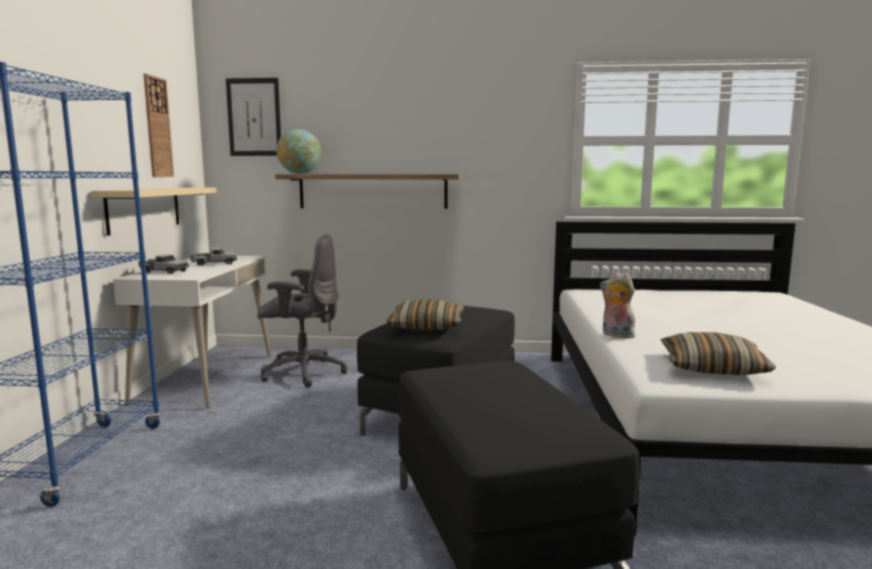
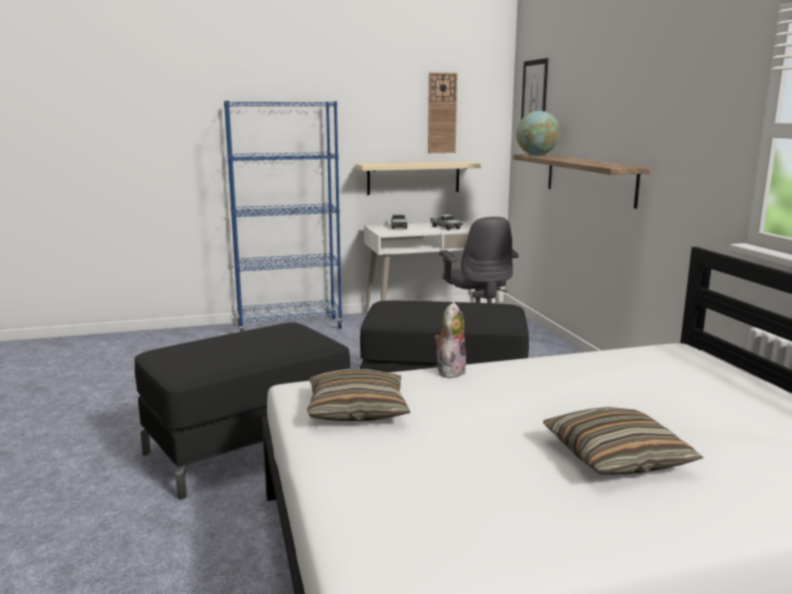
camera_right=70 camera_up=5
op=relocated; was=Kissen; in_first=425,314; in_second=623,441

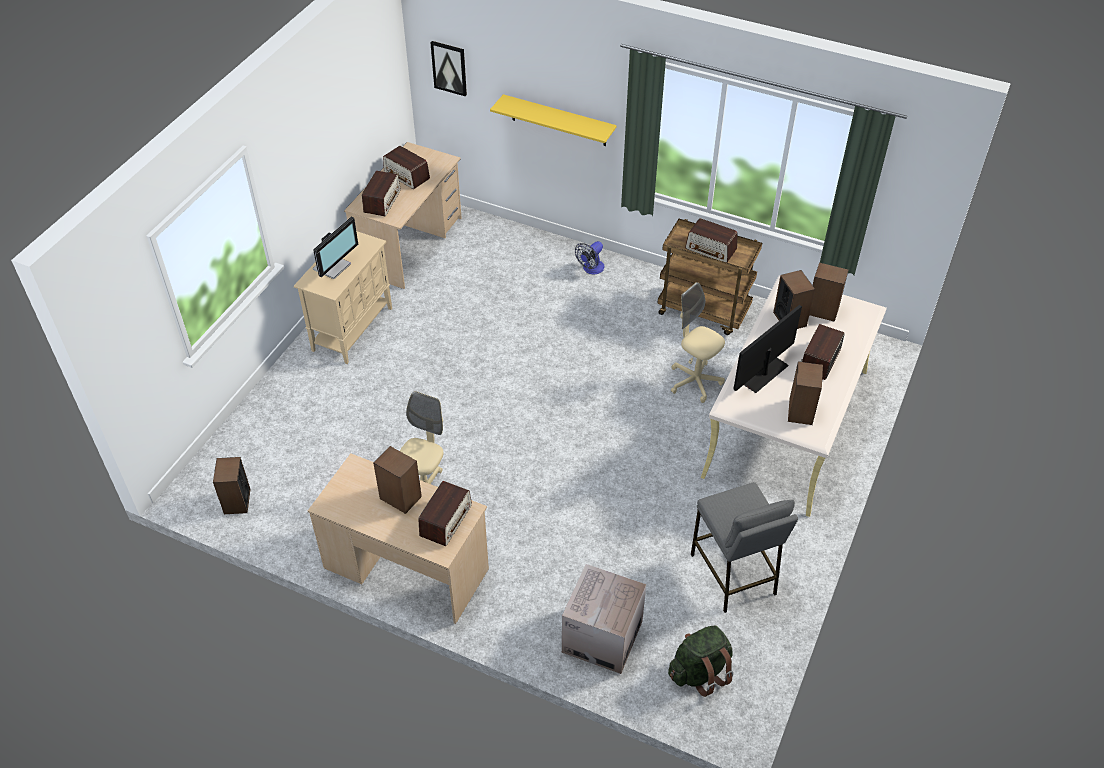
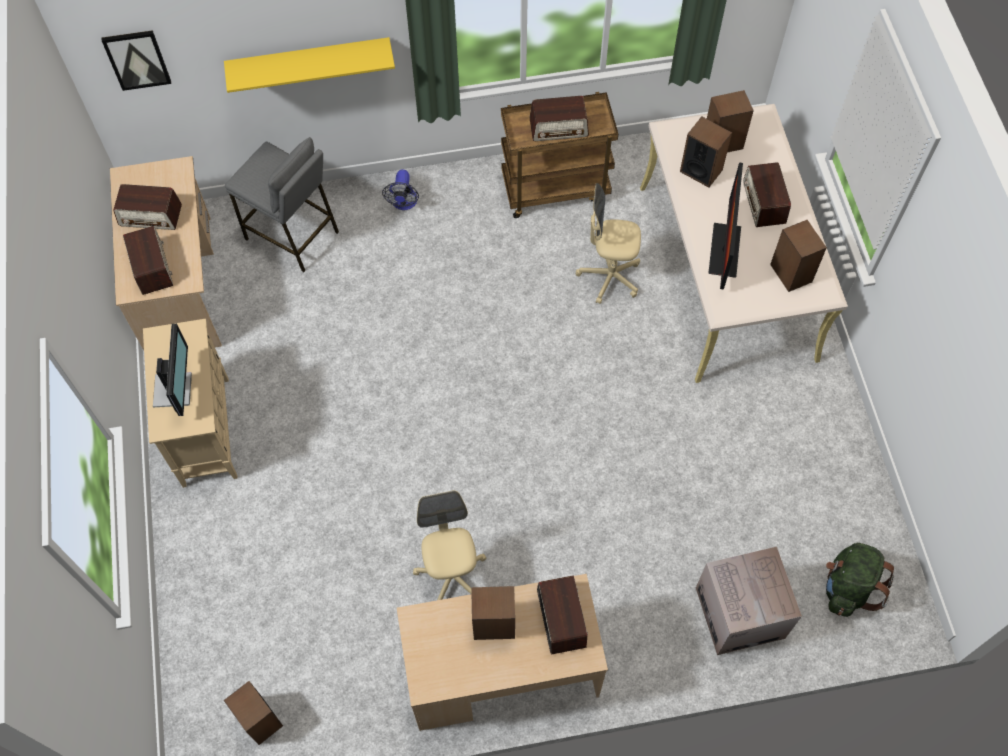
camera_right=-35 camera_up=15
op=relocated; was=Hocker [grau]; in_first=744,547; in_second=282,204

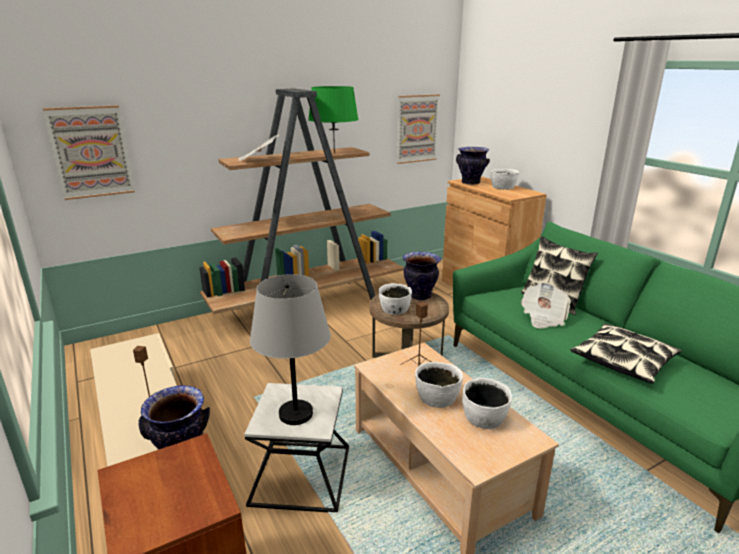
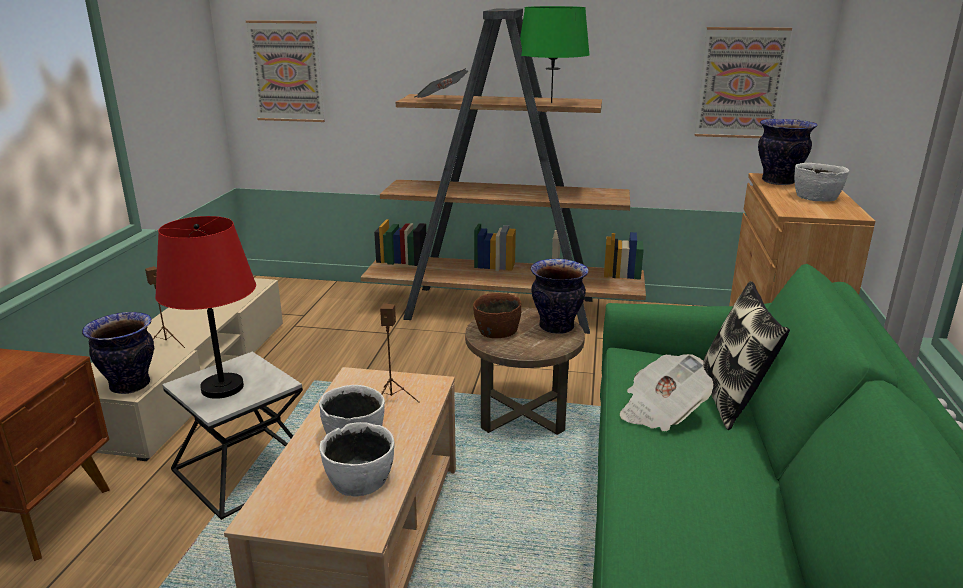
camera_right=40 camera_up=0
op=colour; was=Tischlampe [grau]; now=Tischlampe [rot]; in_first=290,349; in_second=205,307
op=colour; was=Schüssel [weiß]; now=Schüssel [braun]; in_first=395,299; in_second=497,315
op=missing; was=Kissen; in_first=625,353

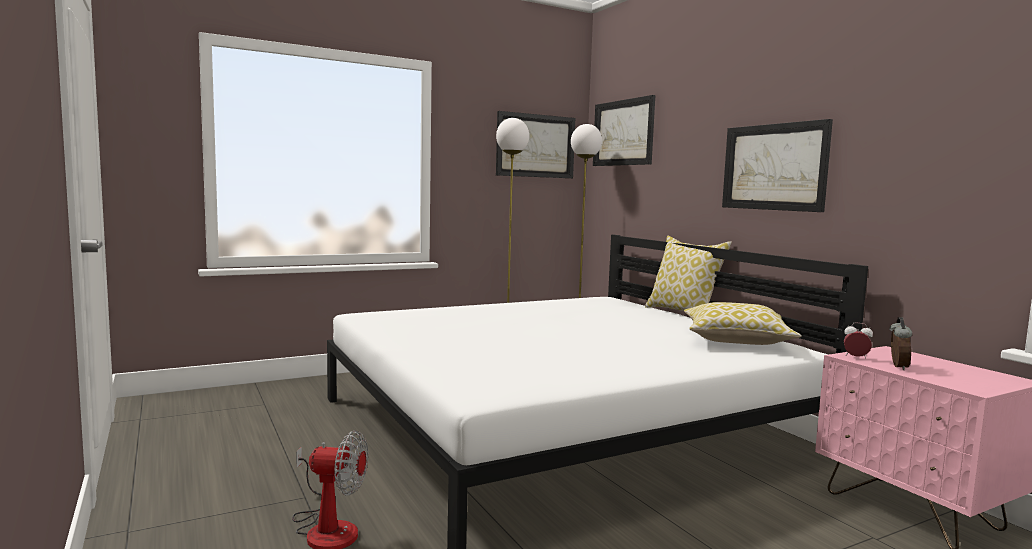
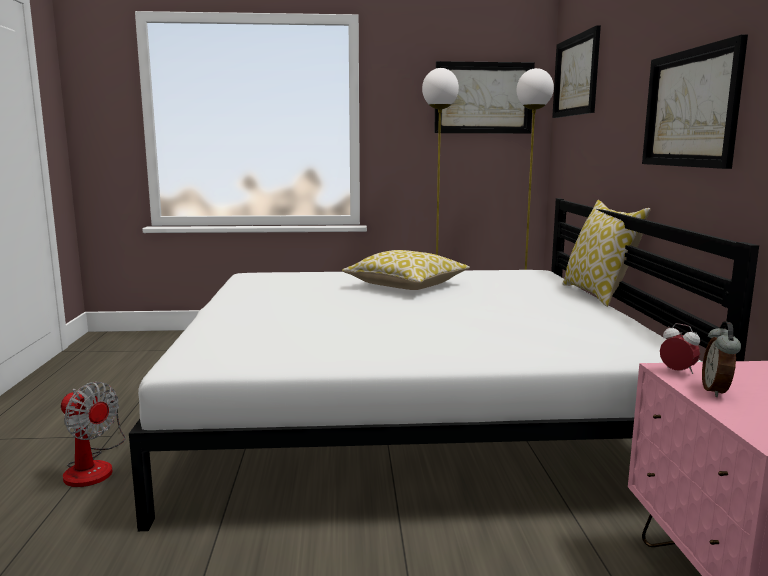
camera_right=25 camera_up=5
op=relocated; was=Kissen; in_first=743,323; in_second=406,270
op=spun; was=Wecker; in_first=901,343; in_second=721,359; clockwise=150

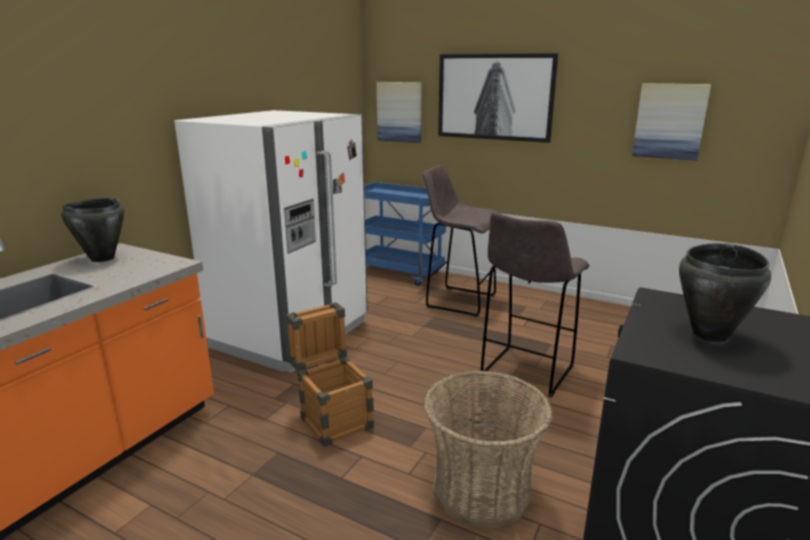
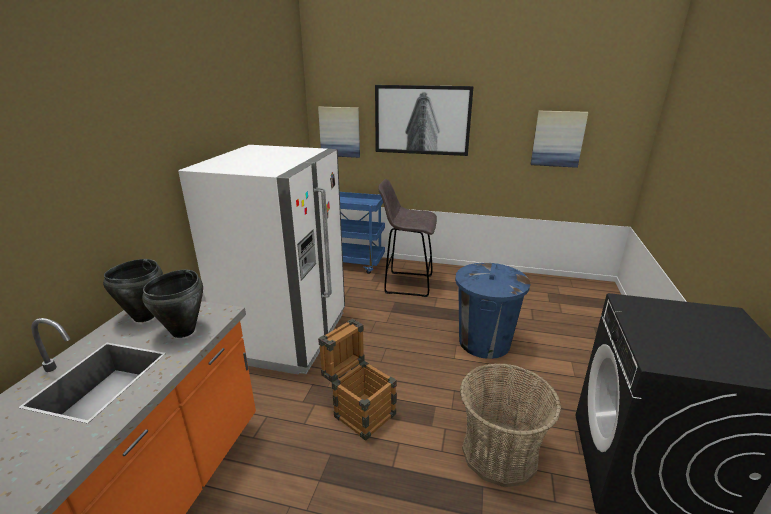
camera_right=-15 camera_up=5
op=exchanged; was=Hocker [grau]; now=Mülleimer [blau]; in_first=535,305; in_second=492,311
op=relocated; was=Kochtopf [schwarz]; in_first=725,292; in_second=172,304

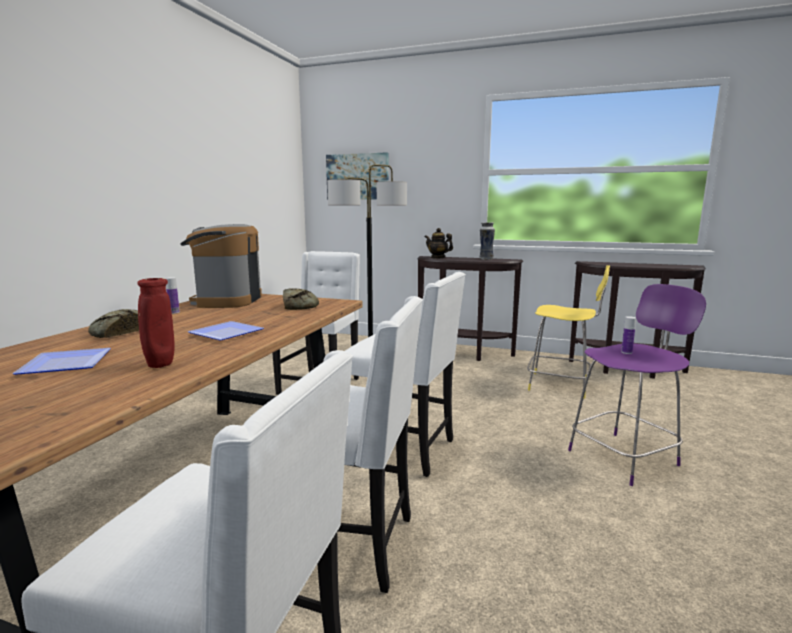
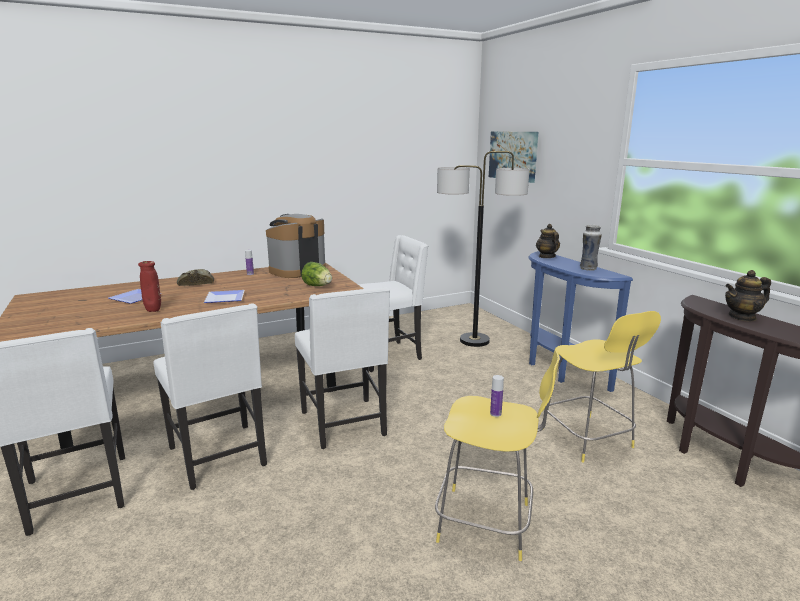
camera_right=45 camera_up=5
op=exchanged; was=Brot; now=Salatkopf; in_first=301,299; in_second=316,274
op=colour; was=Konsolentisch [braun]; now=Konsolentisch [blau]; in_first=471,308; in_second=580,321
op=colour; was=Hocker [lila]; now=Hocker [gelb]; in_first=637,385; in_second=497,455
op=appeared; now=Teekanne; in_second=748,295

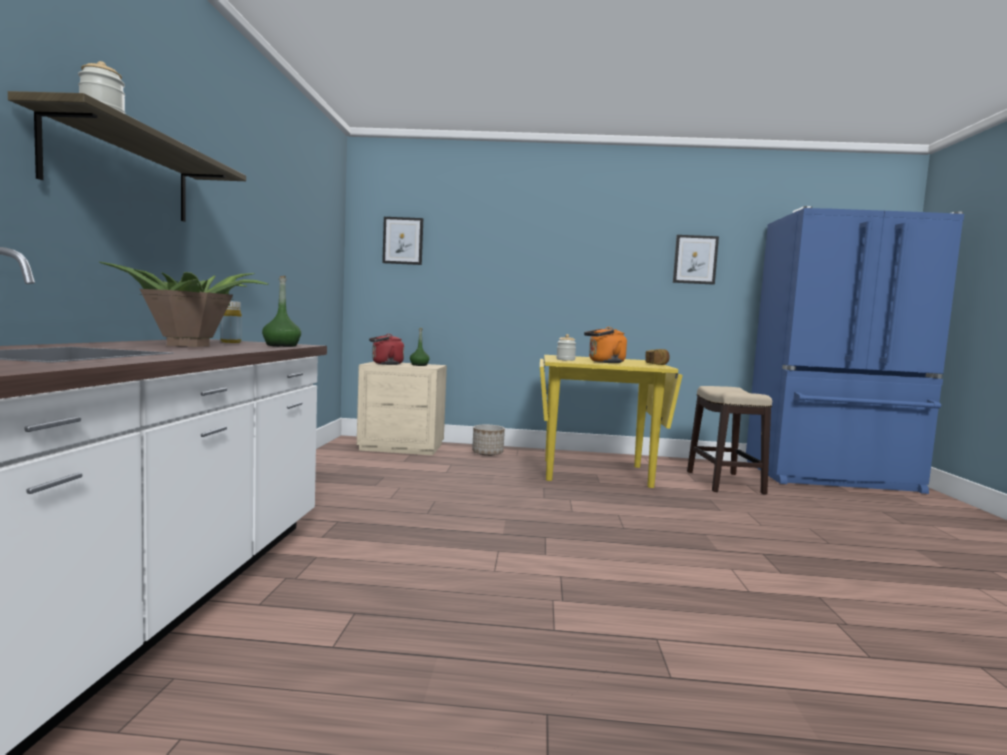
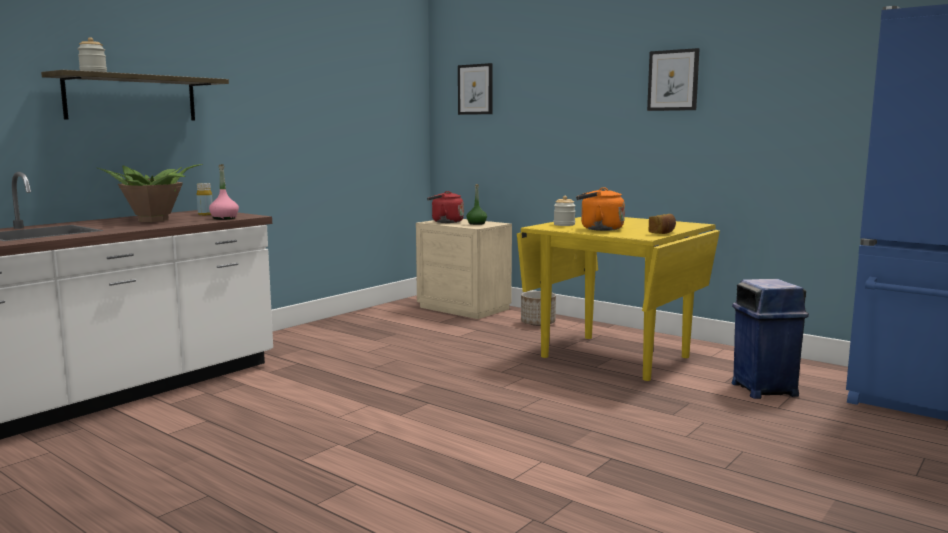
camera_right=35 camera_up=5
op=colour; was=Flasche [grün]; now=Flasche [rosa]; in_first=281,311; in_second=224,192
op=relocated; was=Bild; in_first=696,260; in_second=673,79
op=exchanged; was=Hocker; now=Mülleimer [blau]; in_first=729,440; in_second=770,339

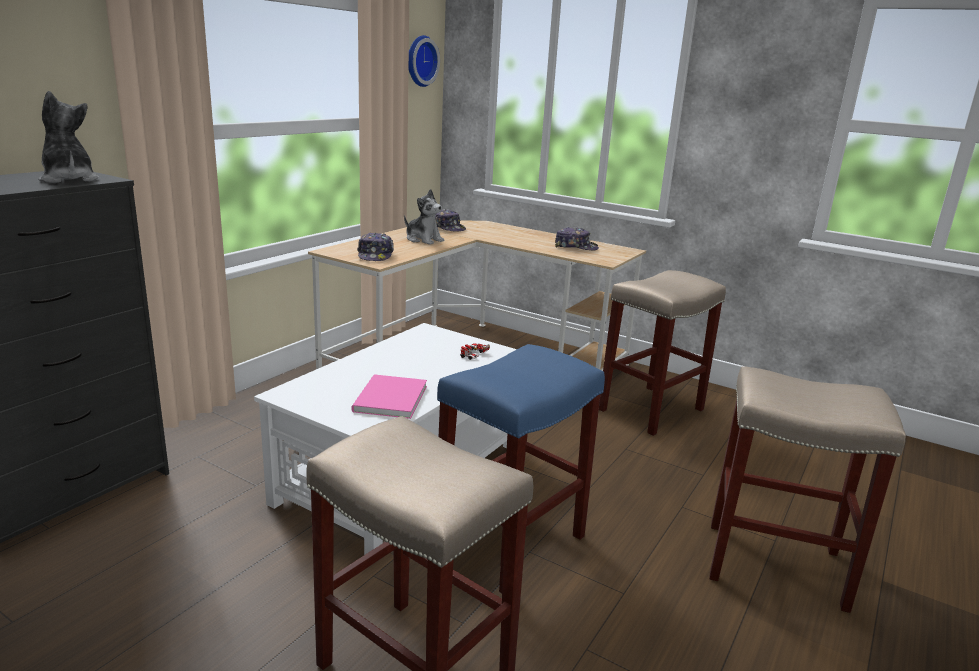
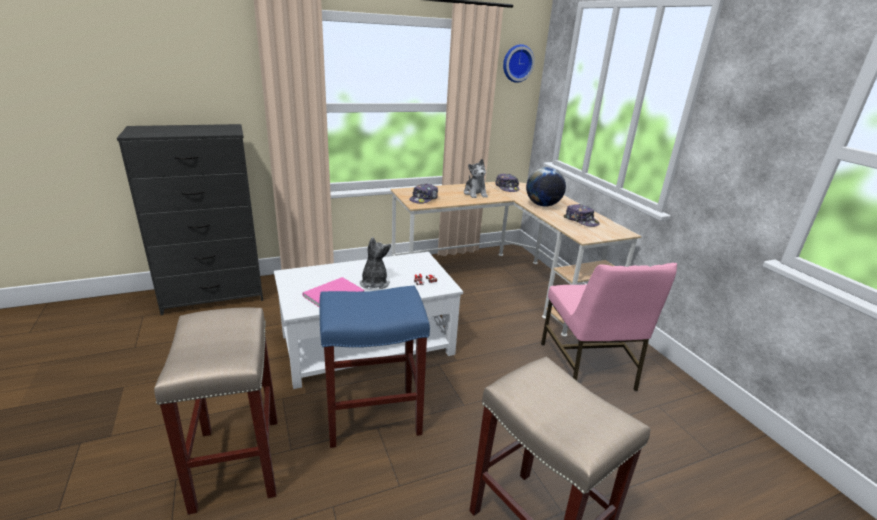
camera_right=35 camera_up=5
op=relocated; was=Plüschtier; in_first=68,137; in_second=375,263
op=exchanged; was=Hocker [beige]; now=Stuhl [rosa]; in_first=662,353; in_second=609,327
op=appeared; now=Globus; in_second=546,187

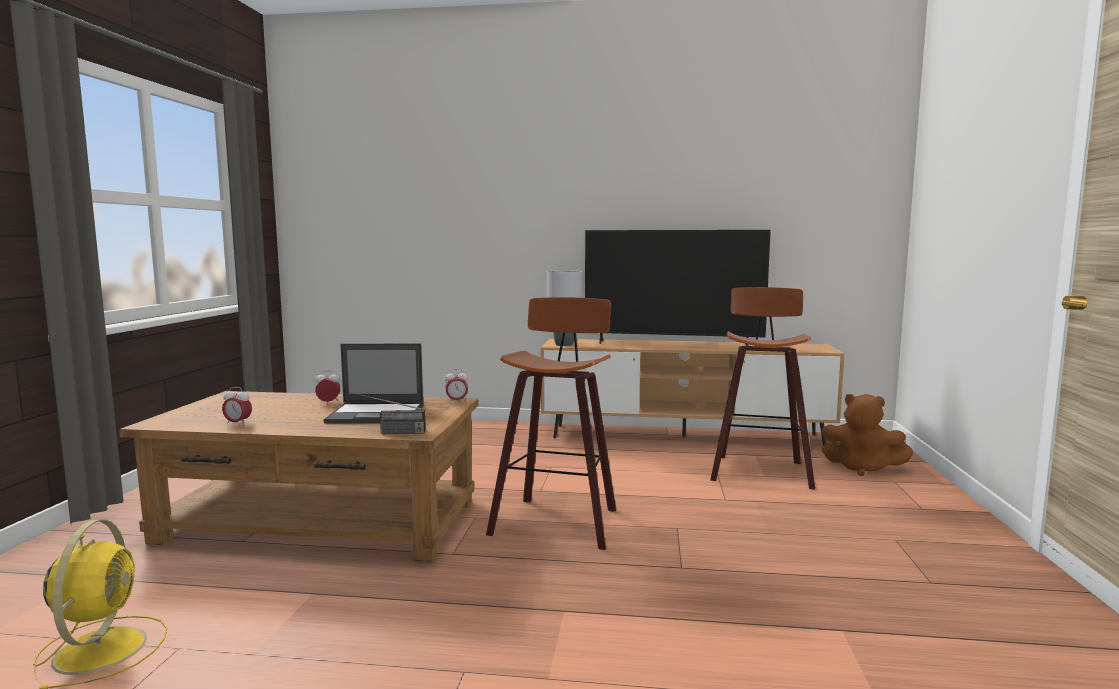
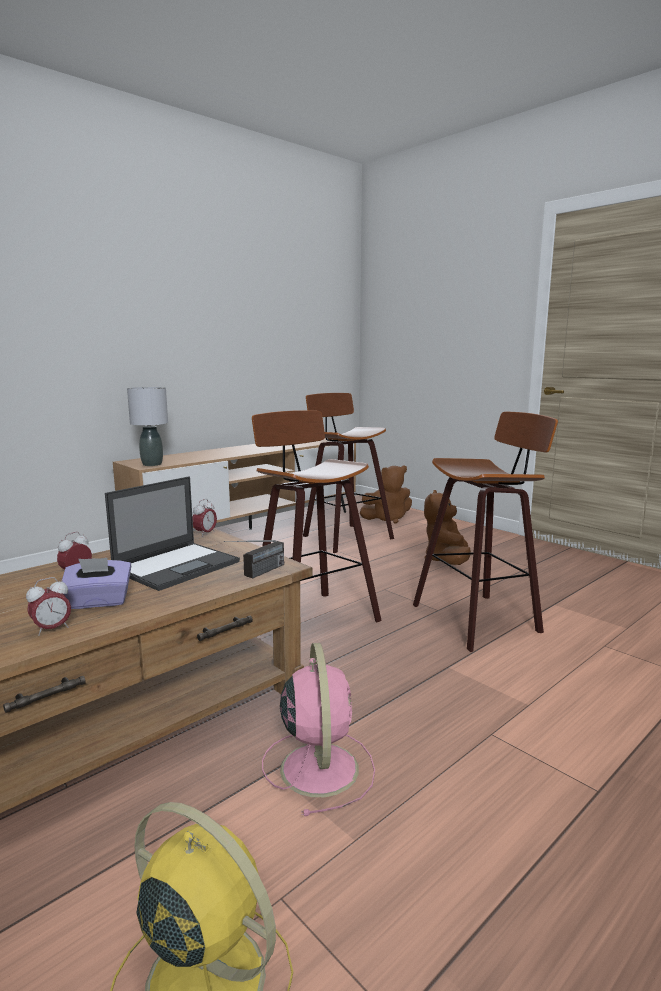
camera_right=-50 camera_up=5
op=missing; was=Fernseher; in_first=678,288
op=appeared; now=Taschentuchbox [lila]; in_second=96,583
op=appeared; now=Ventilator [rosa]; in_second=318,729
op=appeared; now=Hocker; in_second=485,532
op=appeared; now=Plüschtier [braun]; in_second=447,527

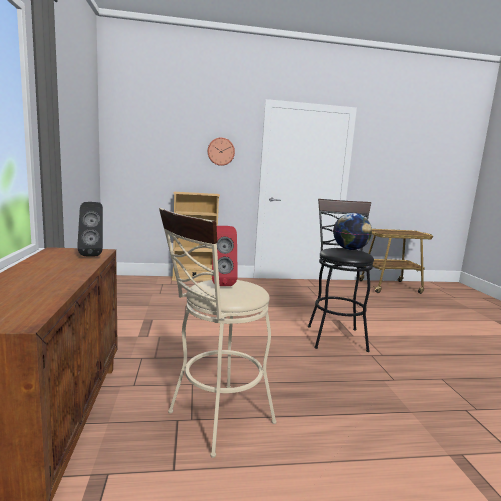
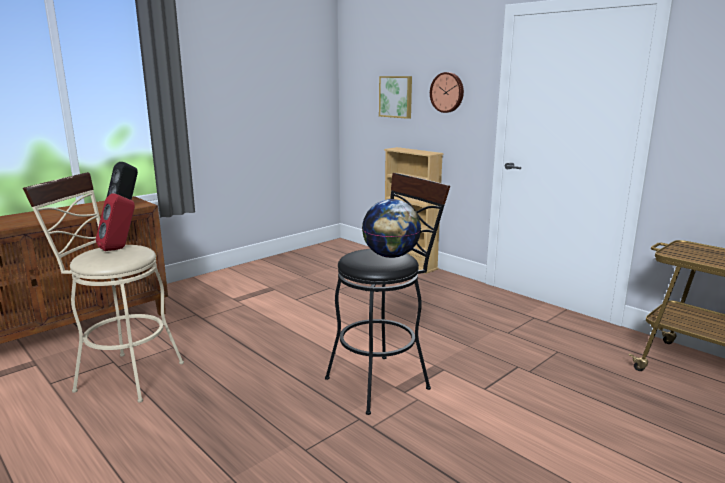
camera_right=55 camera_up=5
op=appeared; now=Bild; in_second=395,97

